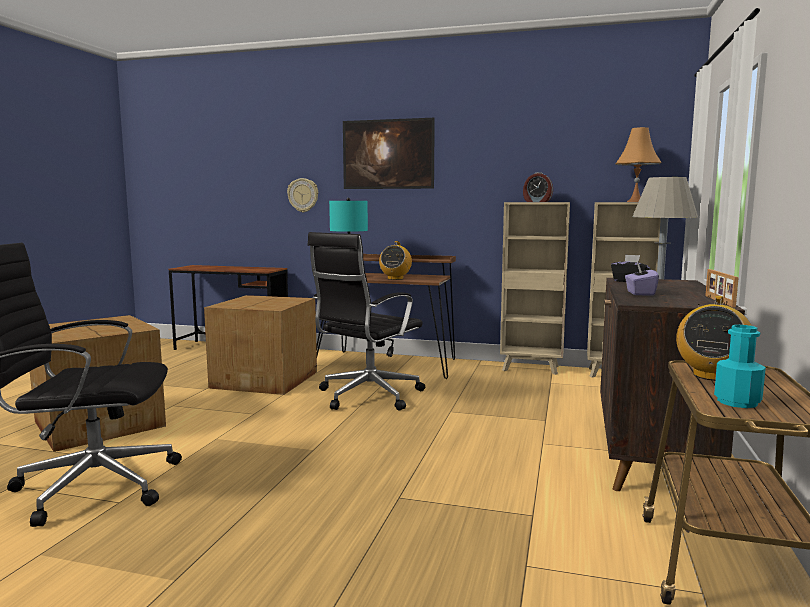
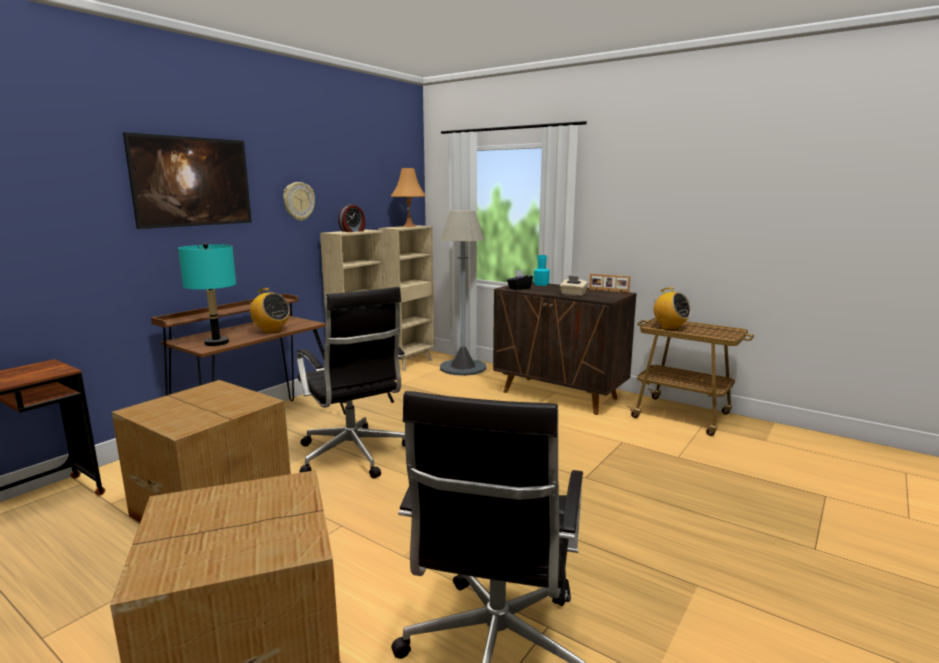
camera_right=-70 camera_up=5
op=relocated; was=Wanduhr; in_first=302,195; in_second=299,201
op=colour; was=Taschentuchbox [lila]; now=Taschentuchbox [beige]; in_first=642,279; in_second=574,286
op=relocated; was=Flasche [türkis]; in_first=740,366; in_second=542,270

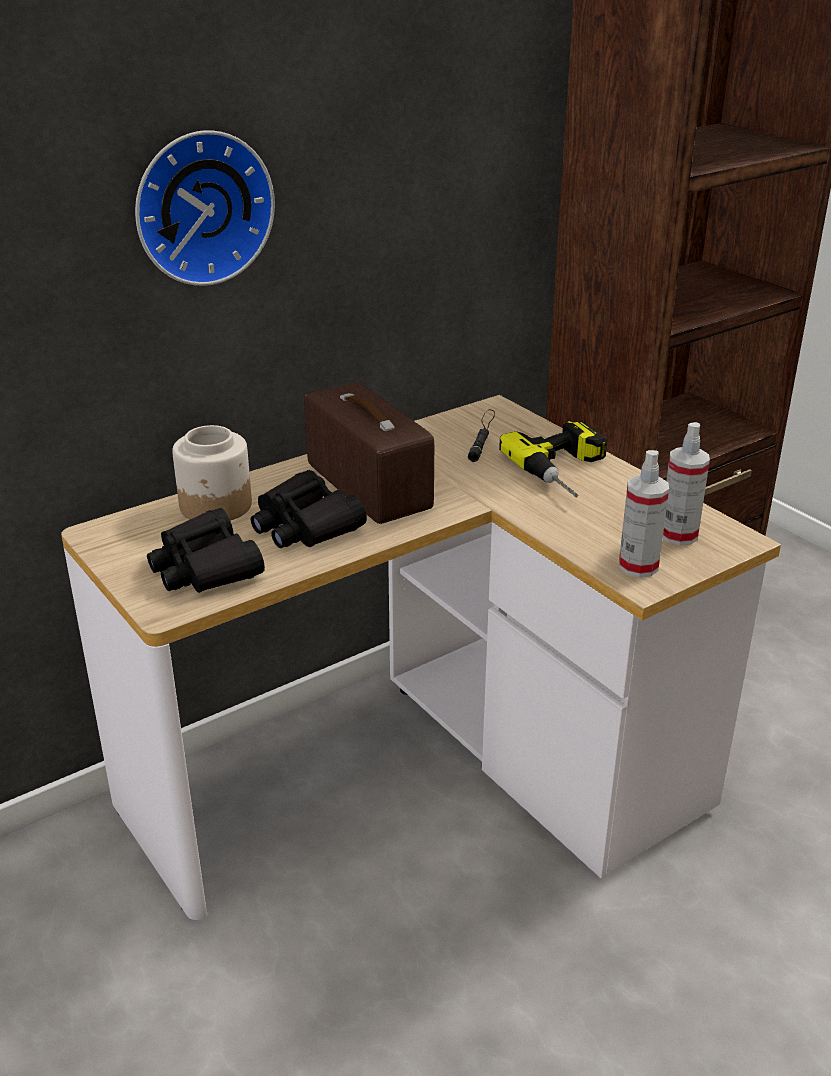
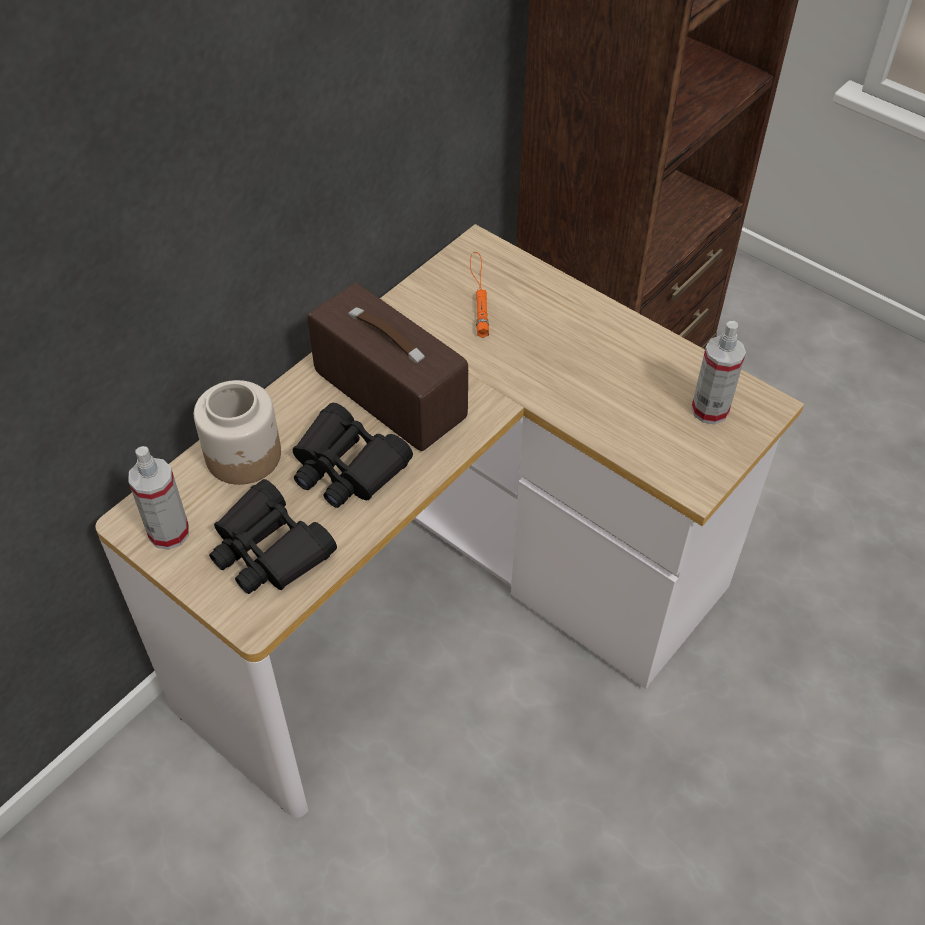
camera_right=-15 camera_up=20
op=missing; was=Wanduhr; in_first=205,208
op=colour; was=Taschenlampe [schwarz]; now=Taschenlampe [orange]; in_first=481,436; in_second=479,295
op=missing; was=Bohrmaschine; in_first=553,459
op=relocated; was=Sprühflasche; in_first=644,513; in_second=158,498

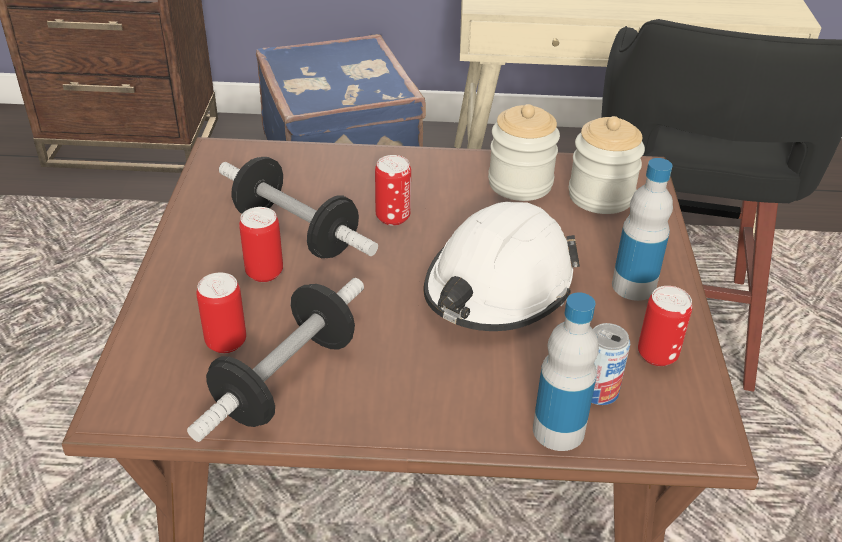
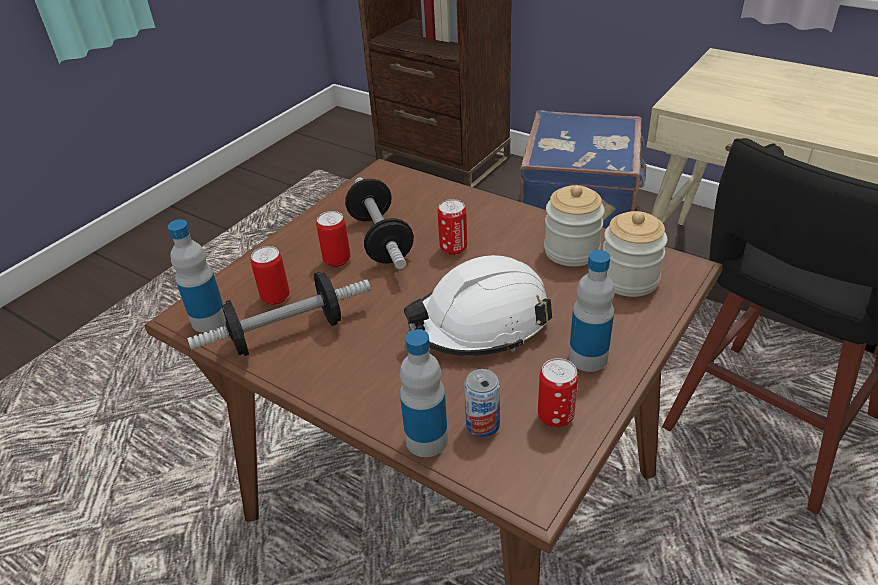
camera_right=35 camera_up=0
op=appeared; now=Flasche; in_second=197,275

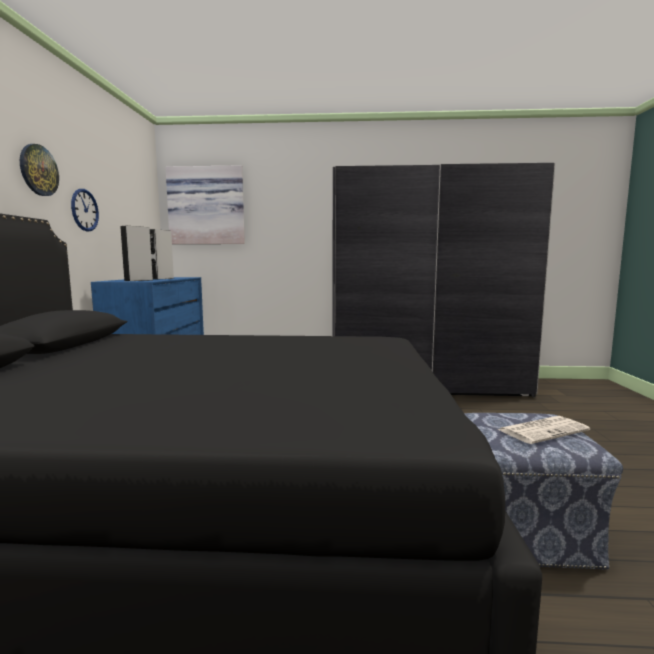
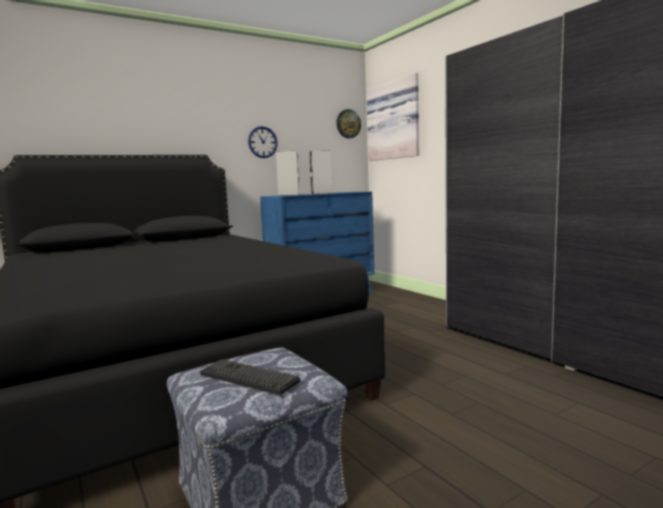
camera_right=55 camera_up=0
op=relocated; was=Wanduhr; in_first=39,170; in_second=348,123
op=exchanged; was=Zeitung; now=Tastatur; in_first=544,430; in_second=250,377

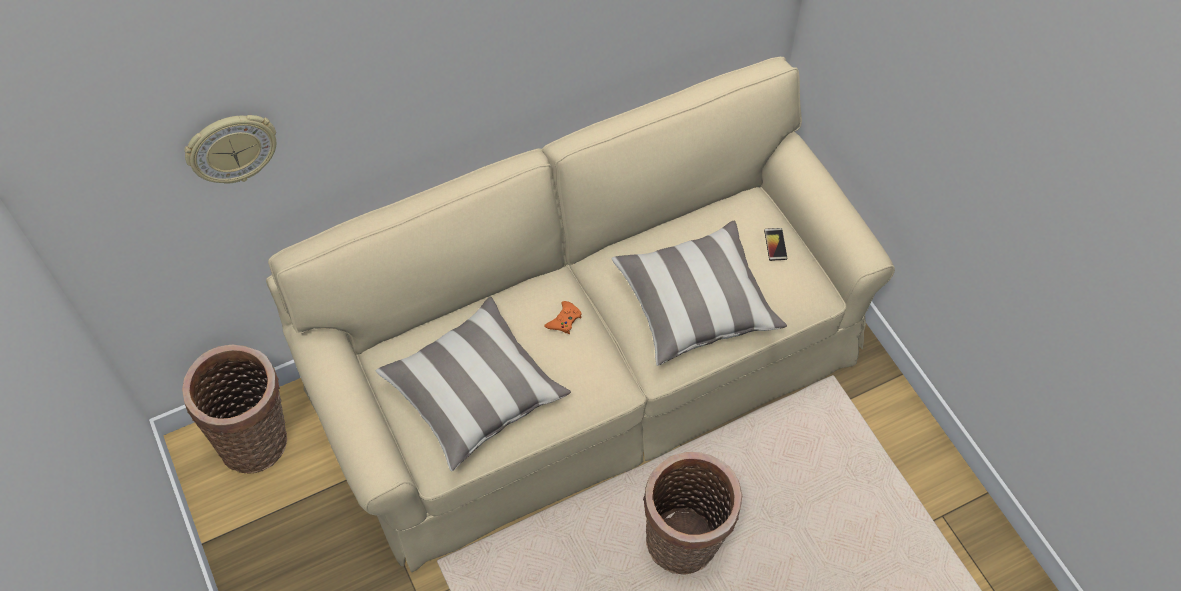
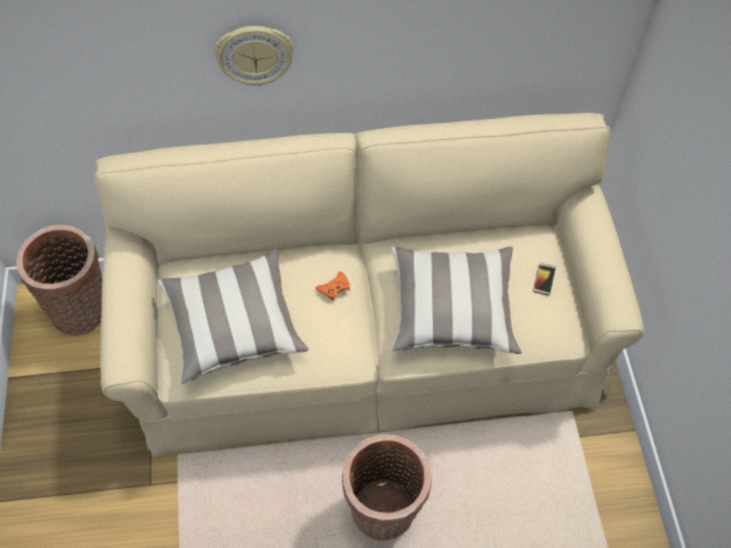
camera_right=20 camera_up=0
op=relocated; was=Wanduhr; in_first=230,149; in_second=254,56

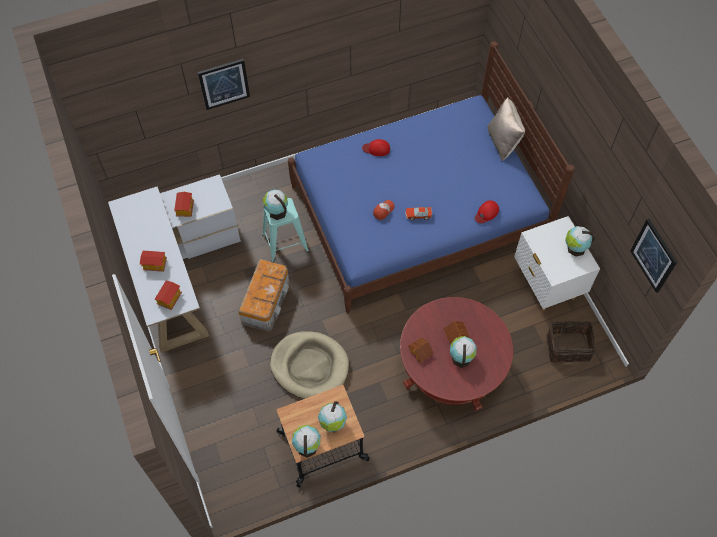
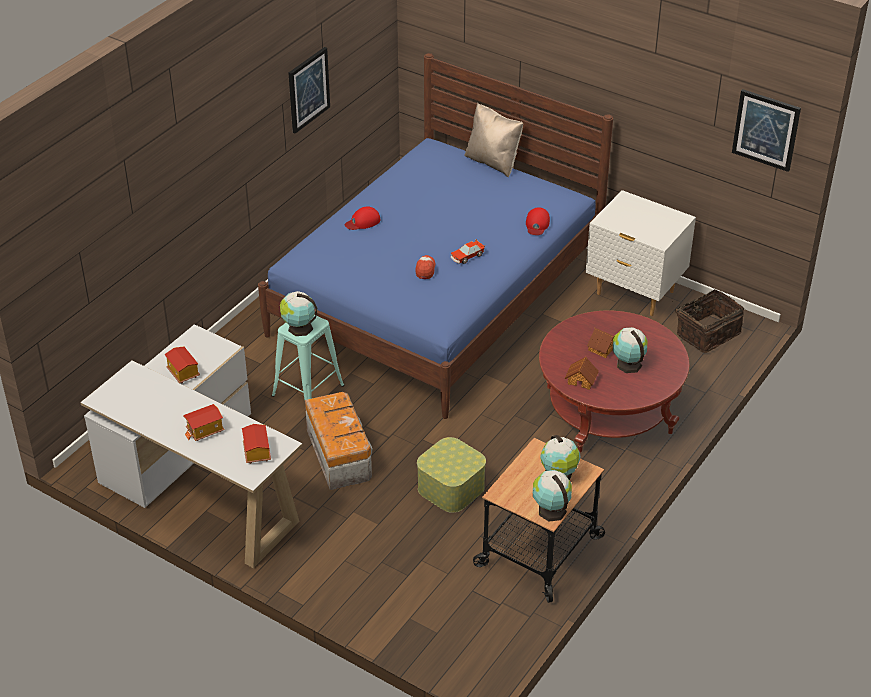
camera_right=-35 camera_up=-20
op=relocated; was=Bild; in_first=224,84; in_second=309,90
op=exchanged; was=Hundebett [beige]; now=Aufbewahrungsbox; in_first=309,365; in_second=451,475
op=missing; was=Globus; in_first=579,241

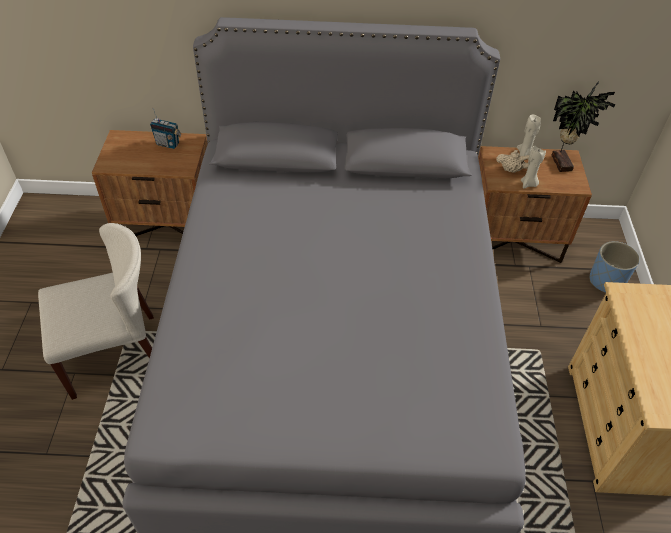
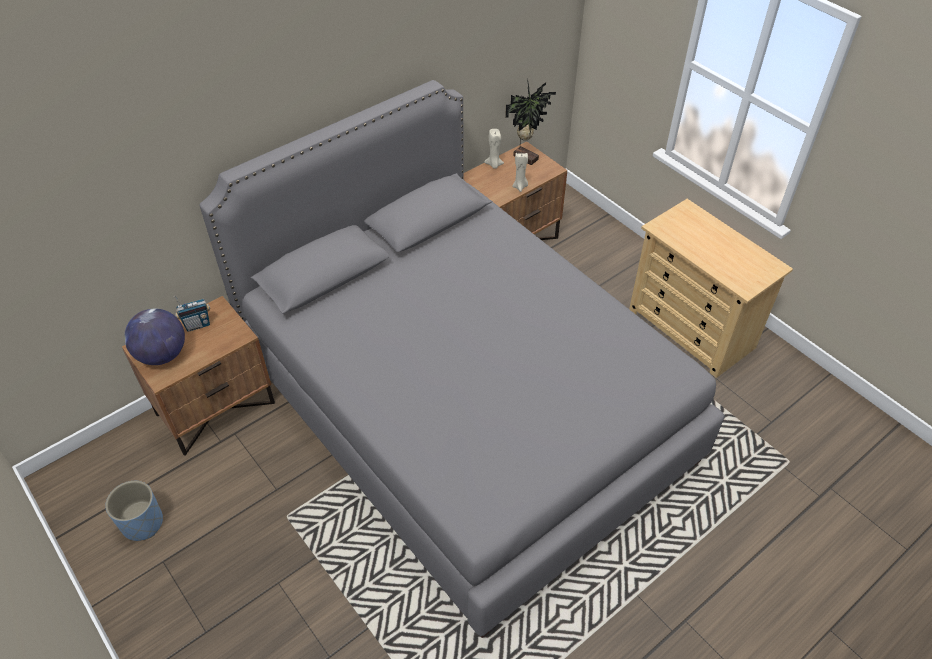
camera_right=-40 camera_up=0
op=missing; was=Stuhl [beige]; in_first=96,311
op=missing; was=Teekanne [beige]; in_first=512,161
op=relocated; was=Pflanzkübel [blau]; in_first=615,267; in_second=134,511
op=appeared; now=Globus; in_second=154,336

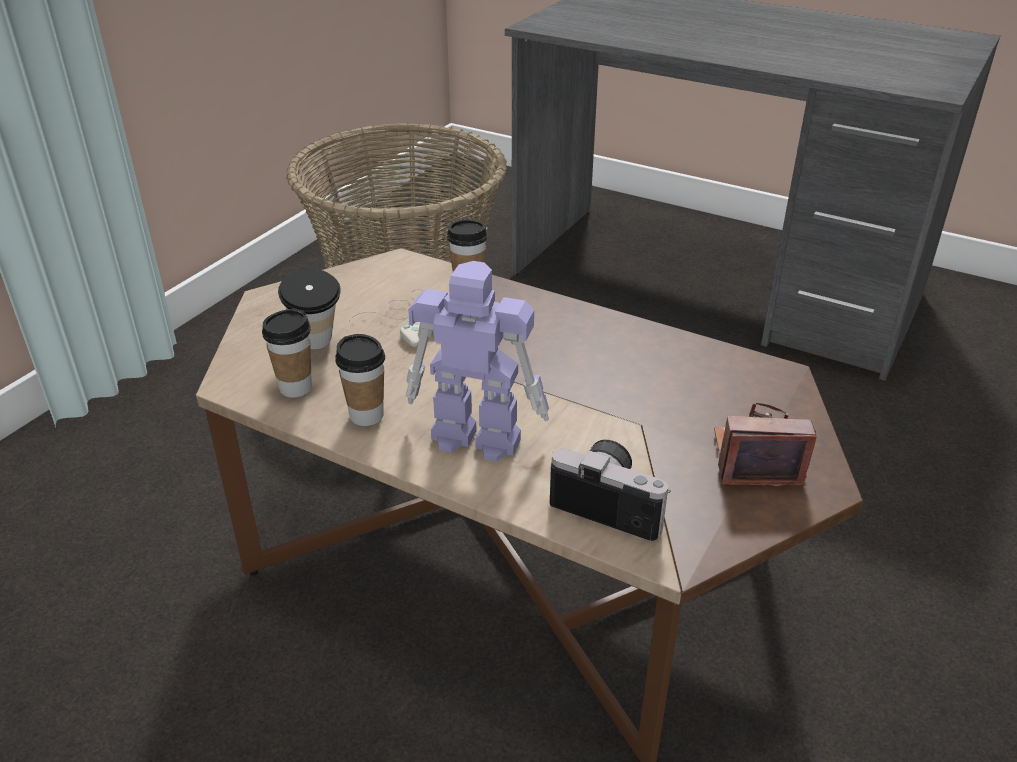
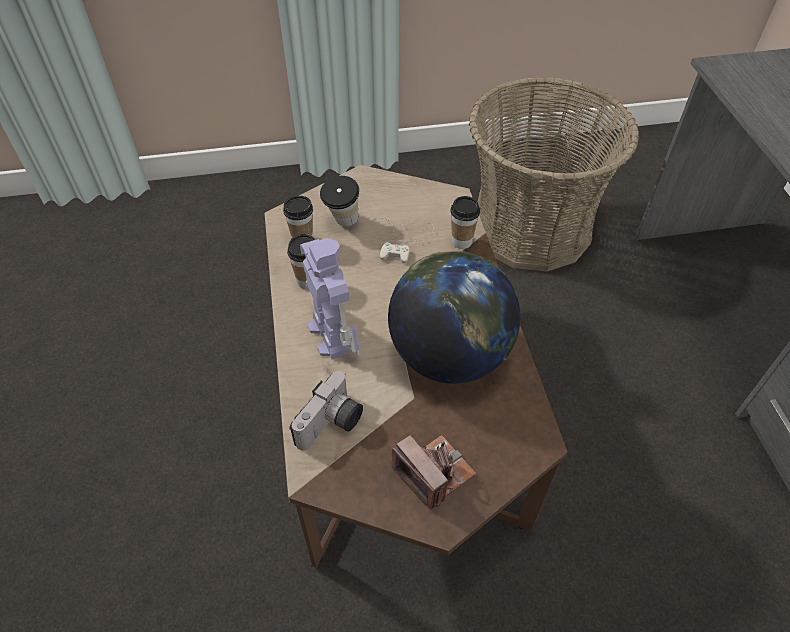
camera_right=50 camera_up=15
op=spun; was=Kamera; in_first=610,490; in_second=326,411; clockwise=45
op=appeared; now=Globus; in_second=454,317

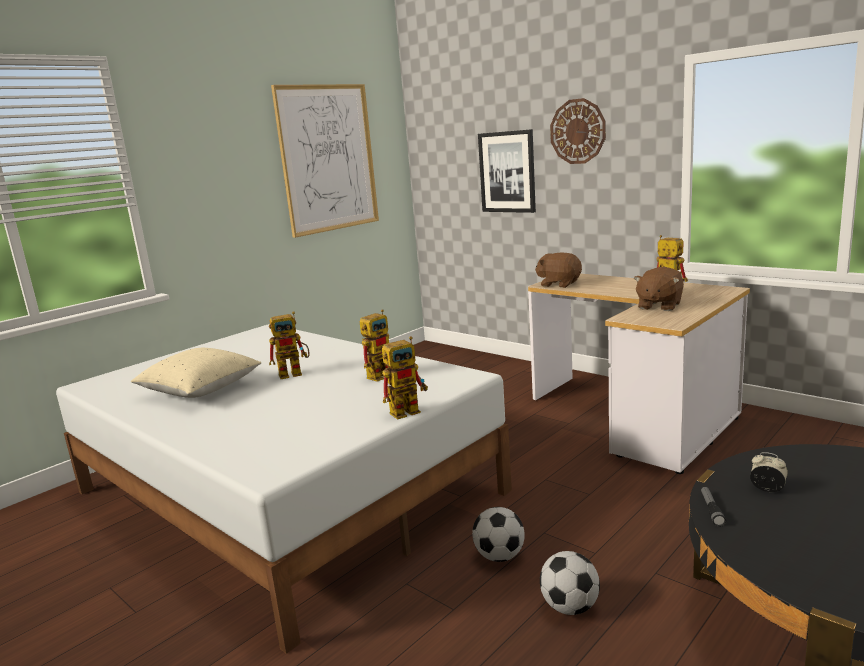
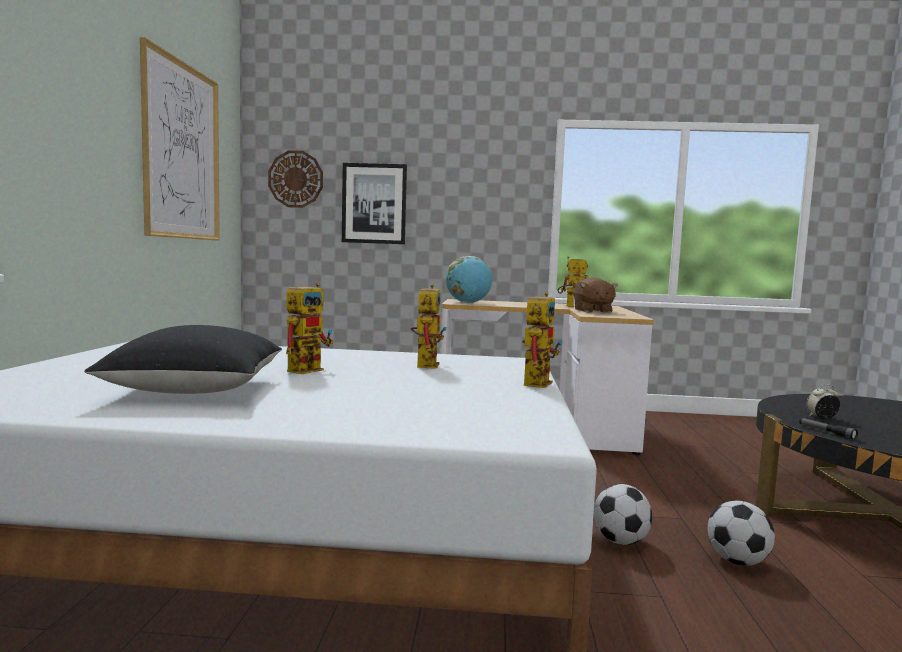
camera_right=-40 camera_up=-10
op=colour; was=Kissen [beige]; now=Kissen [schwarz]; in_first=196,373; in_second=183,359
op=exchanged; was=Plüschtier [braun]; now=Globus; in_first=558,270; in_second=469,279
op=relocated; was=Wanduhr; in_first=578,131; in_second=295,179

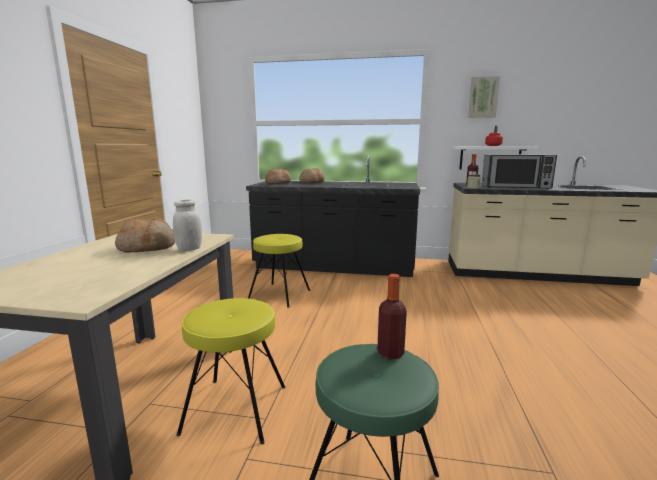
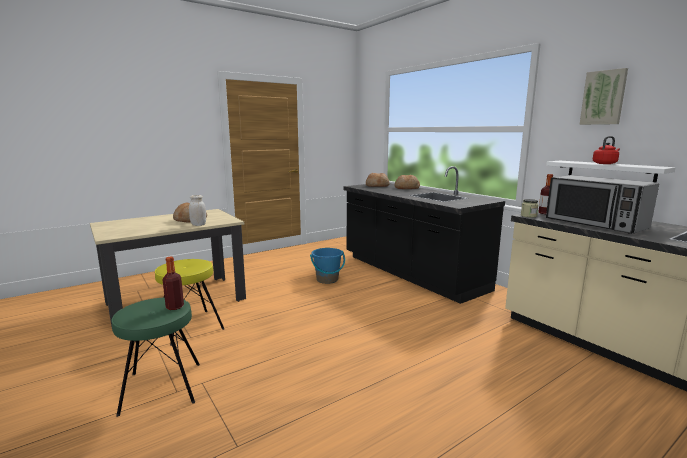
camera_right=45 camera_up=0
op=exchanged; was=Hocker [gelb]; now=Eimer [blau]; in_first=279,270; in_second=327,266

